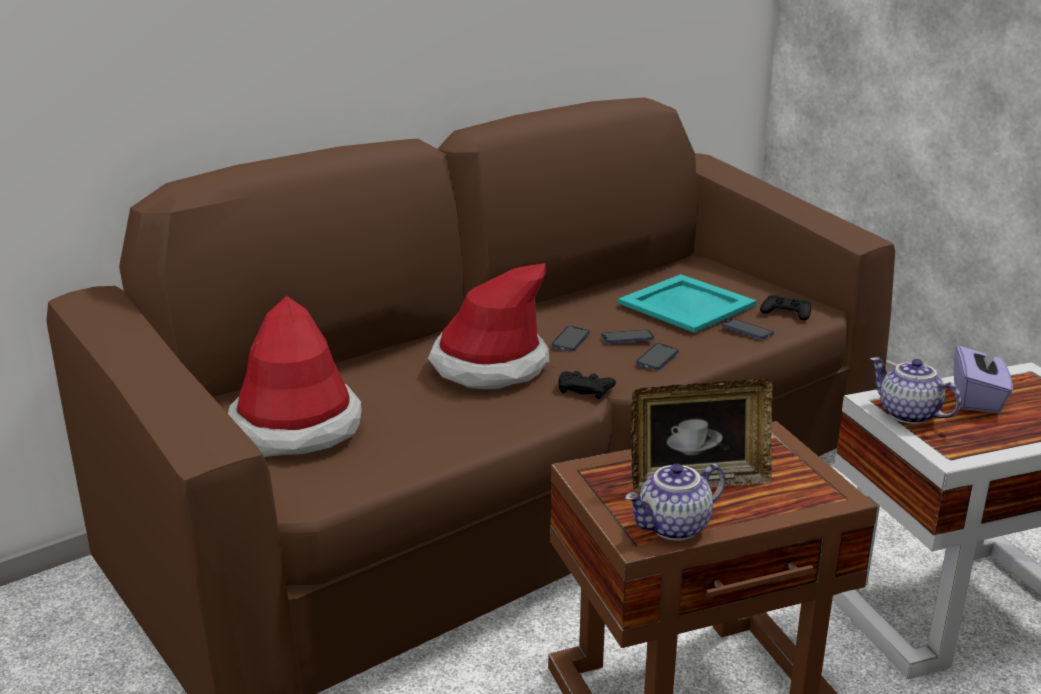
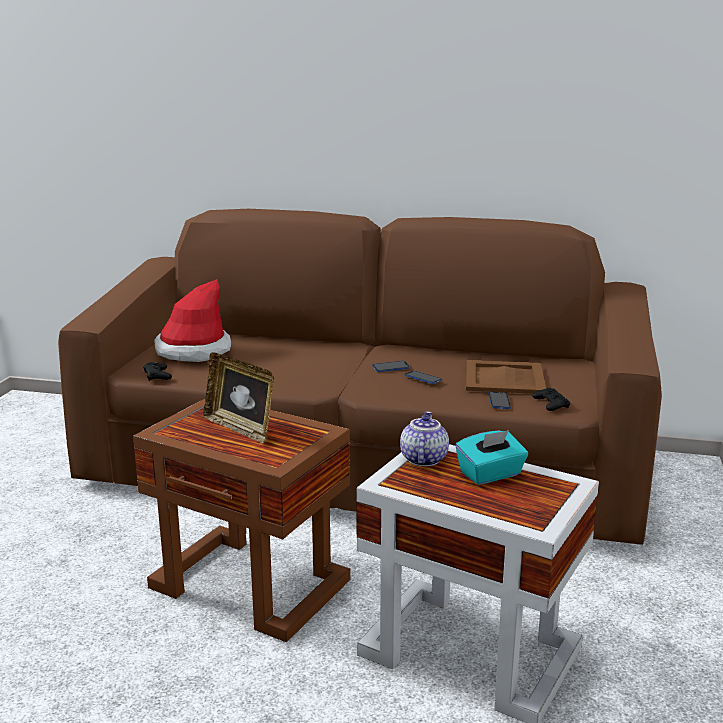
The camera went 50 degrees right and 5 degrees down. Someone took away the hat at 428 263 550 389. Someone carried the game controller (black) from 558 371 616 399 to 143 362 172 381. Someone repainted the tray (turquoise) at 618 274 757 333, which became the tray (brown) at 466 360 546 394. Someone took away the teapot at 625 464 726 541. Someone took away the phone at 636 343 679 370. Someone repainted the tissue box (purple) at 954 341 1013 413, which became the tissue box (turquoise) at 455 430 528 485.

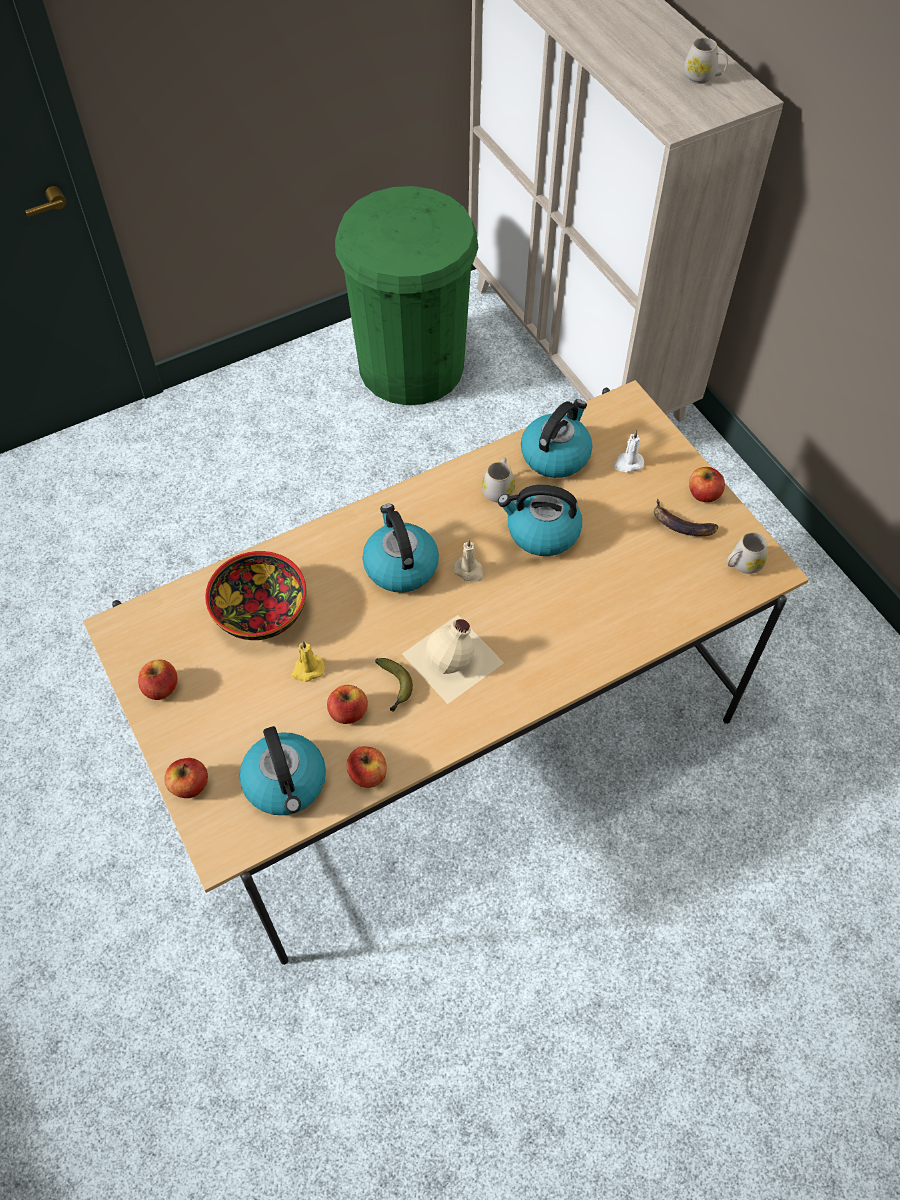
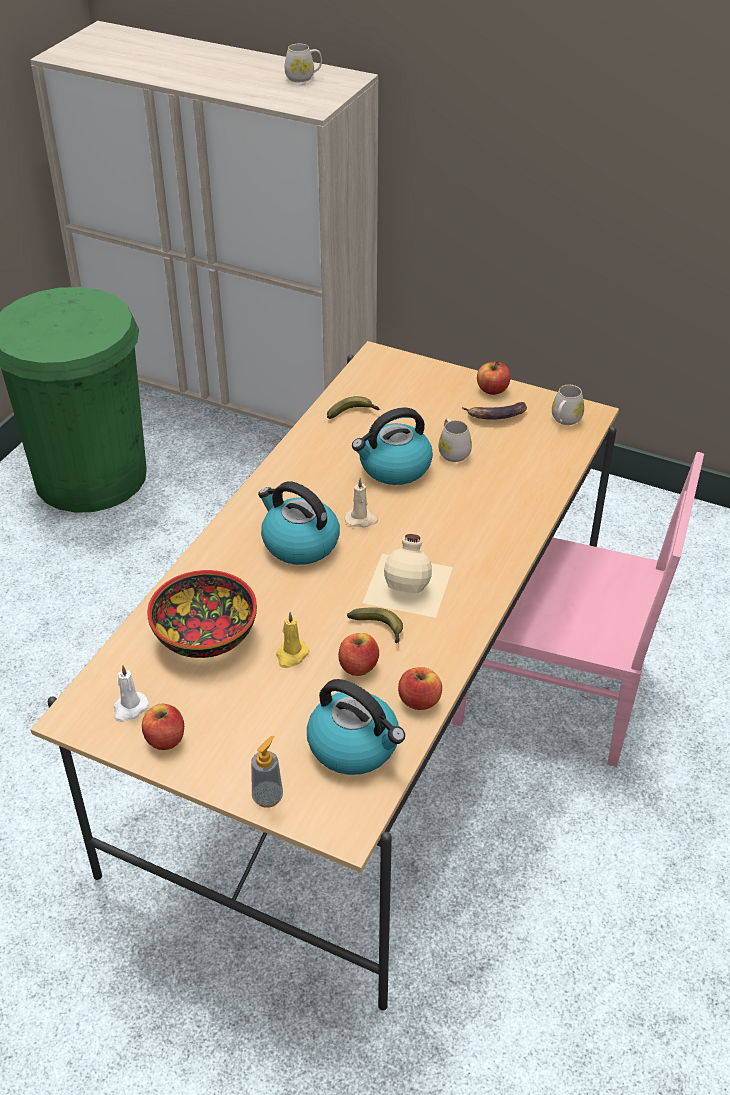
The camera went 35 degrees left and 15 degrees down. Someone swapped the apple at 164 758 208 798 for the soap dispenser at 251 735 283 808. Someone carried the mug (white) from 482 457 515 503 to 438 419 472 462. Someone swapped the kettle at 521 399 592 478 for the banana at 327 396 380 419. Someone carried the candle (white) from 614 430 644 473 to 113 665 149 722. Someone put down the chair (pink) at 452 452 704 767.

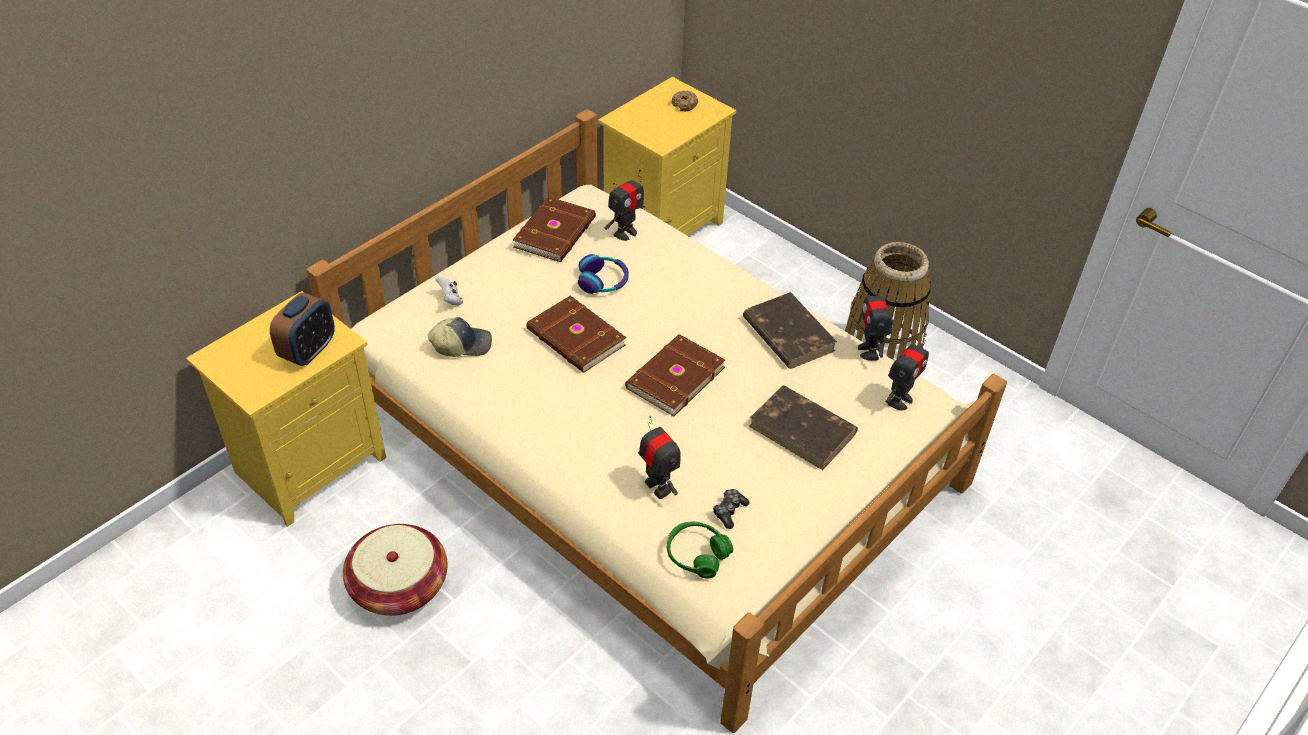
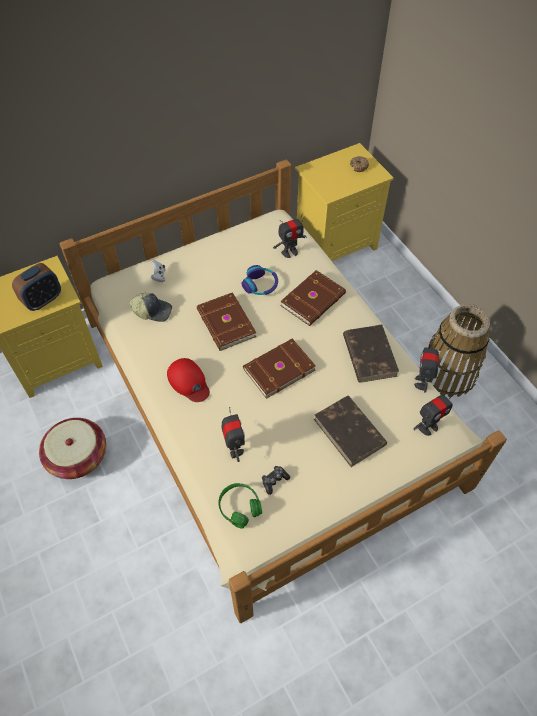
The camera went 20 degrees right and 10 degrees up. Someone carried the book (brown) from 513 197 596 262 to 281 270 346 326. Someone put down the cap (red) at 167 358 210 402.

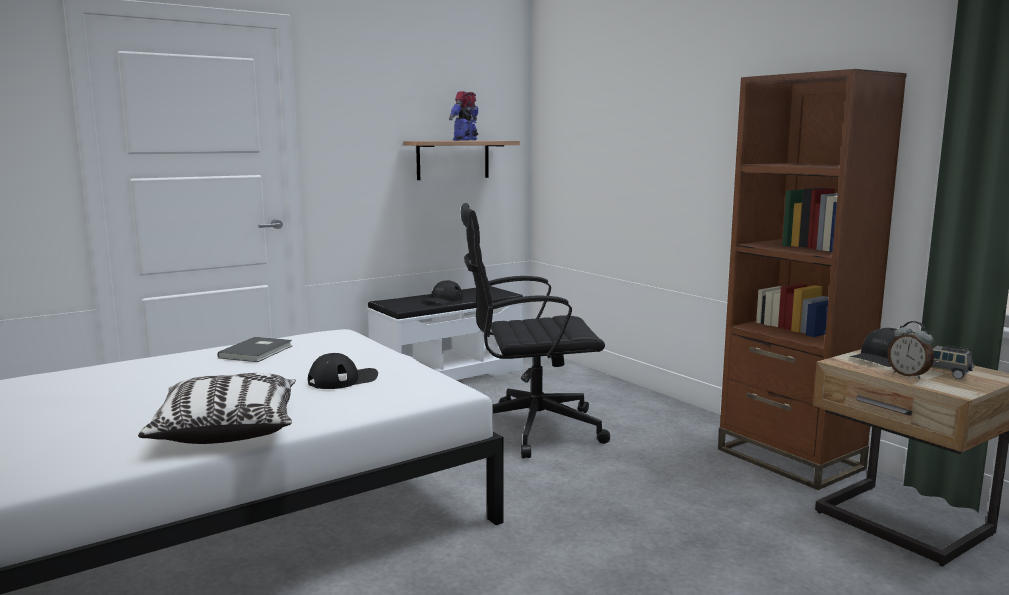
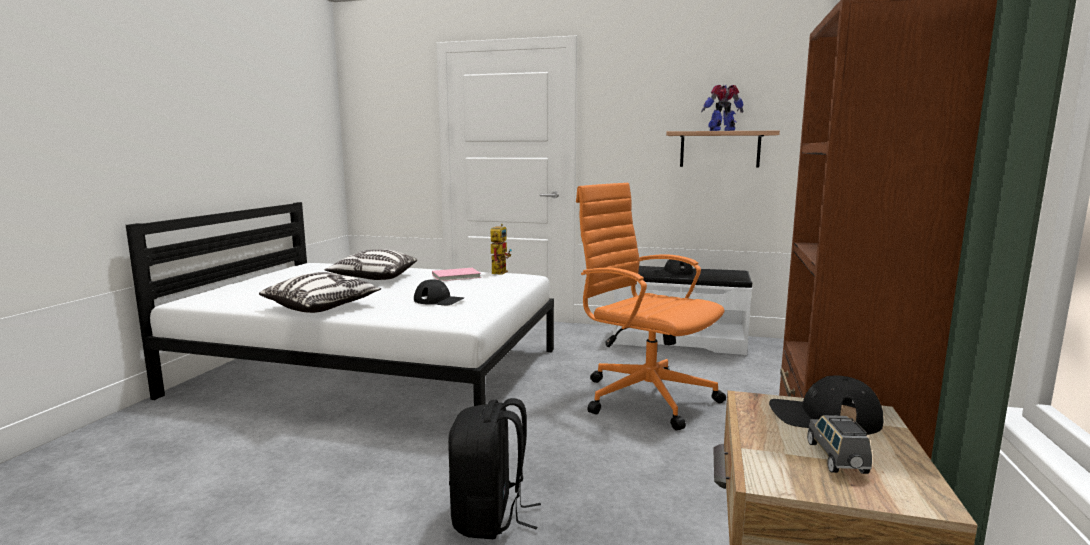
The camera went 50 degrees right and 0 degrees up. Someone repainted the book (grey) at 217 337 292 362, which became the book (pink) at 432 268 481 281. Someone repainted the office chair (black) at 461 203 610 458, which became the office chair (orange) at 576 183 726 430. Someone took away the alarm clock at 888 321 934 379. Someone put down the pillow at 325 249 417 280. Someone put down the backpack (black) at 448 398 541 539. Someone put down the toy robot at 491 224 512 275.

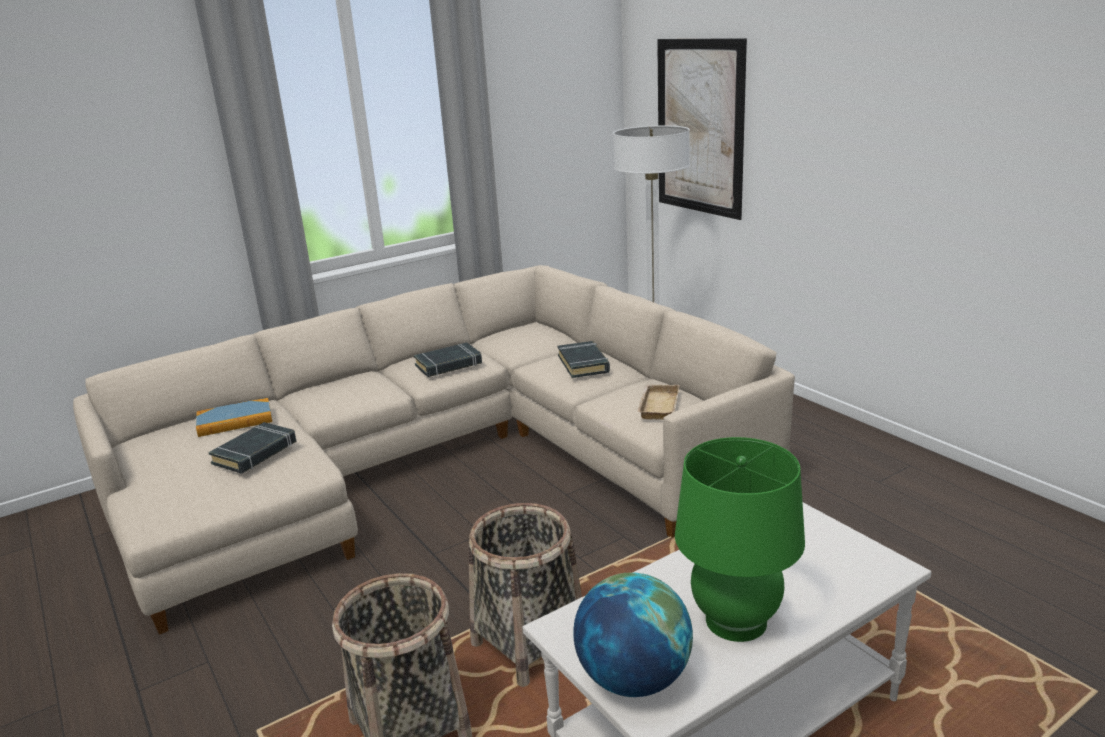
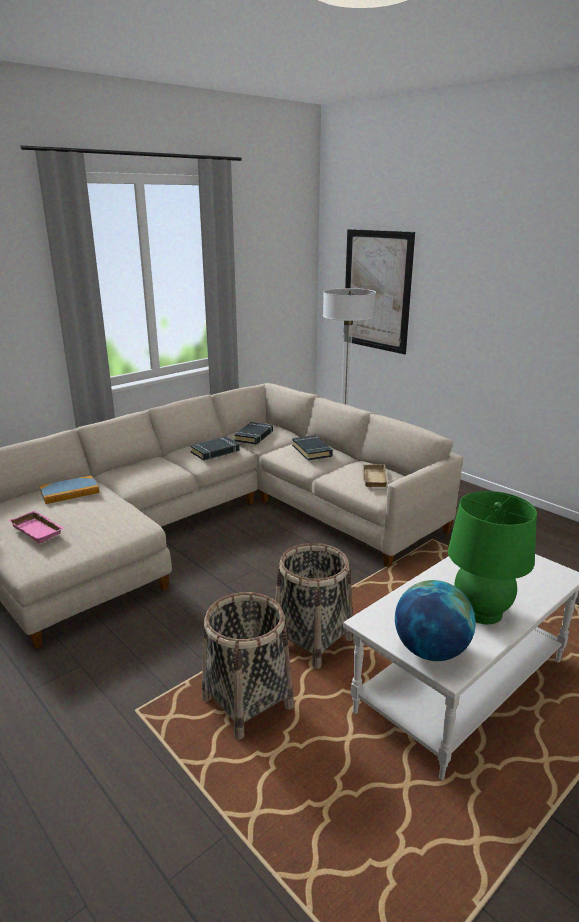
The camera went 10 degrees left and 0 degrees up. Someone carried the book (black) from 208 422 297 474 to 234 422 273 445. Someone put down the tray (pink) at 9 510 64 544.

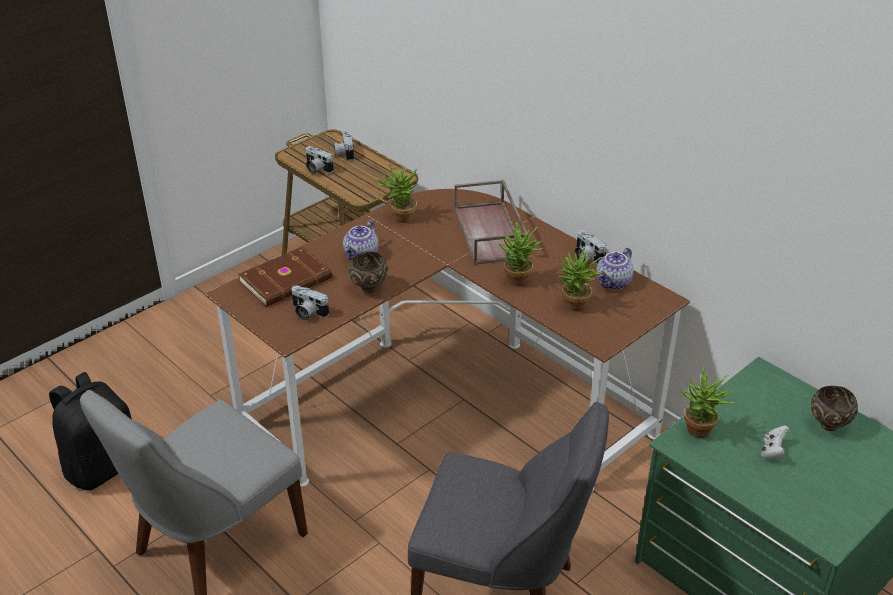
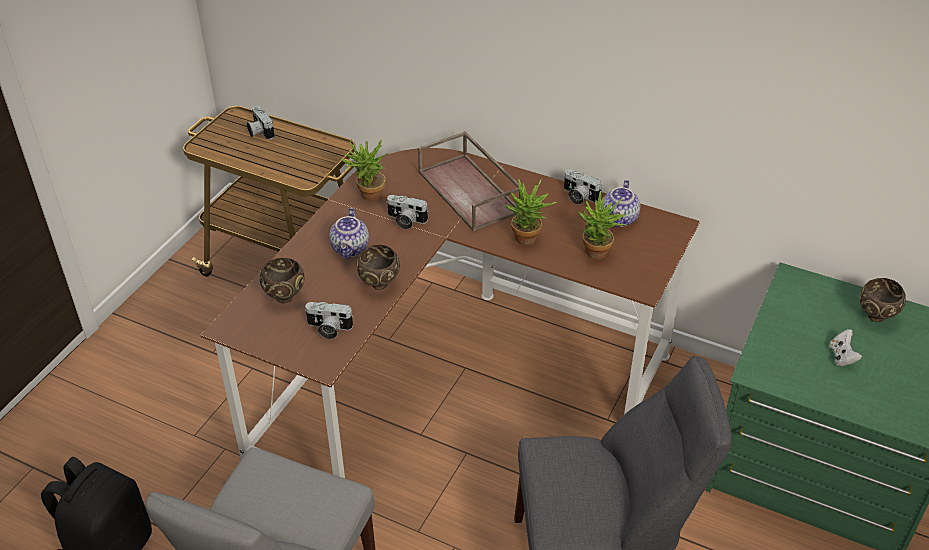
The camera went 20 degrees left and 5 degrees up. Someone swapped the book (brown) at 238 247 332 307 for the bowl (brown) at 260 258 304 303. Someone carried the photo camera from 306 146 334 174 to 386 195 429 229. Someone took away the potted plant at 680 367 736 438.

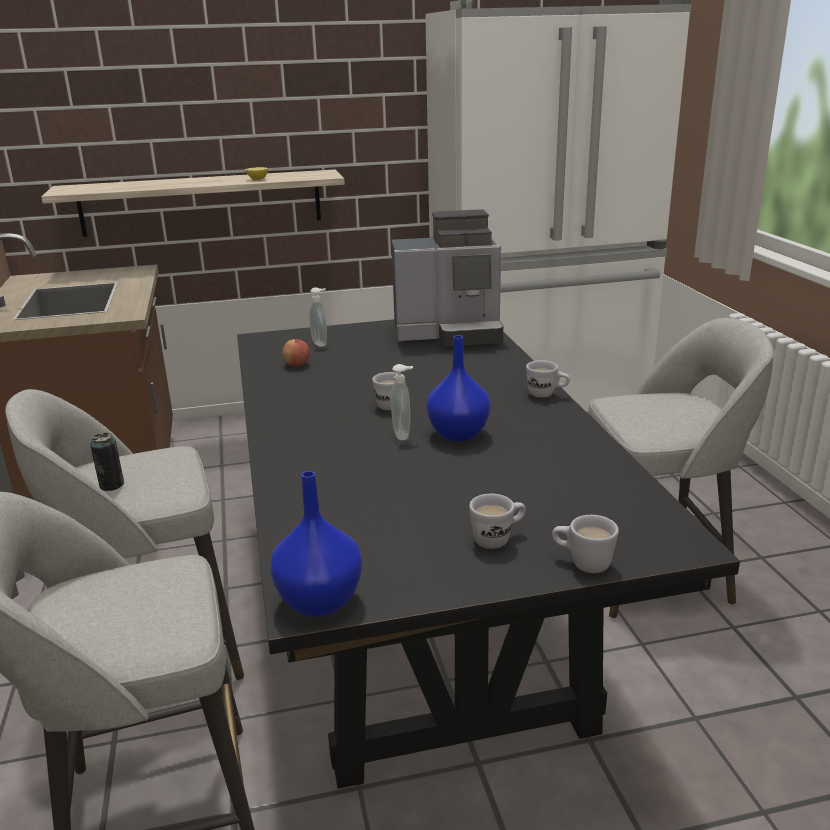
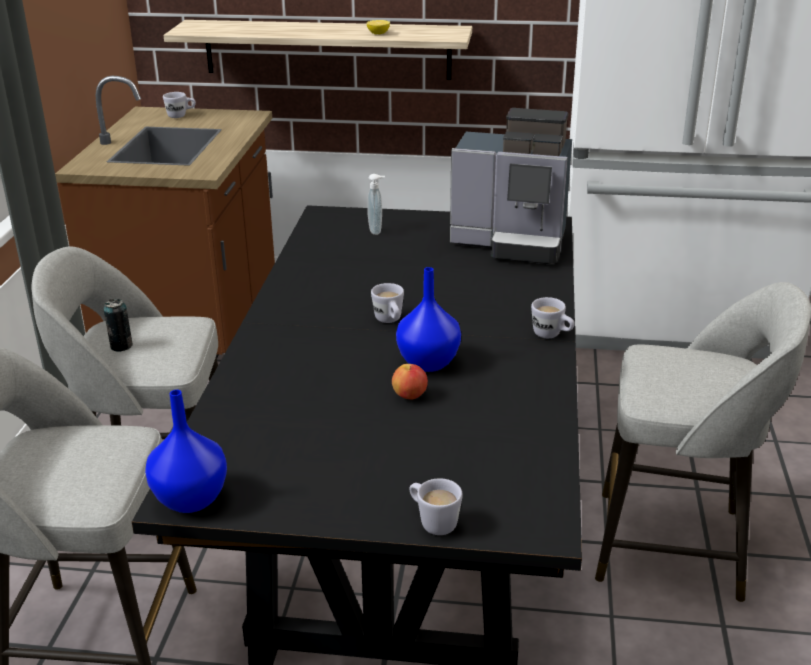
The camera went 20 degrees right and 5 degrees up. Someone carried the apple from 282 339 310 366 to 392 364 428 399. Someone took away the soap dispenser at 391 364 413 440. Someone carried the mug (white) from 469 494 526 549 to 163 92 196 118.

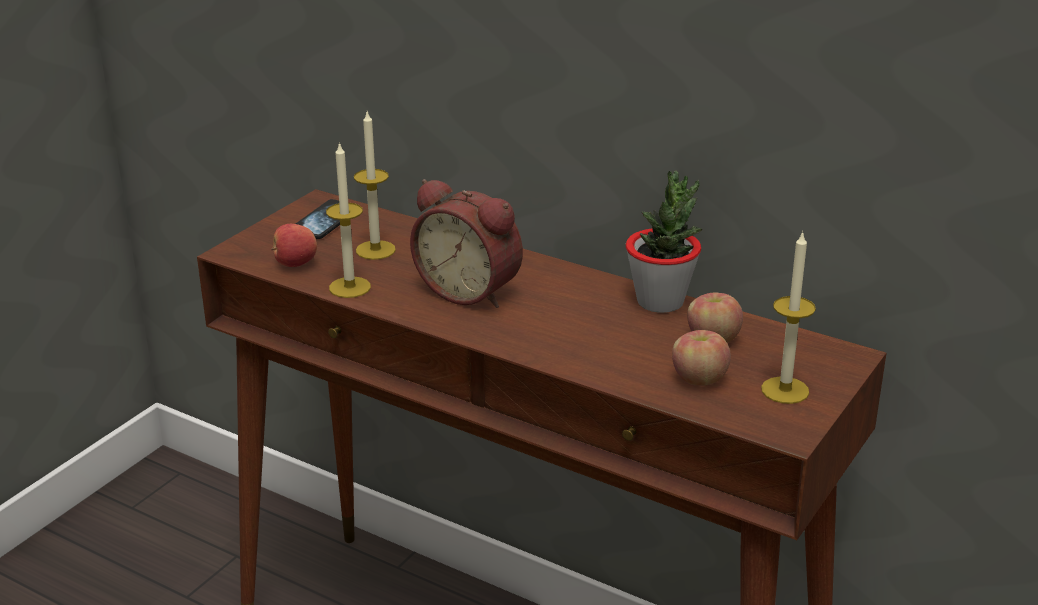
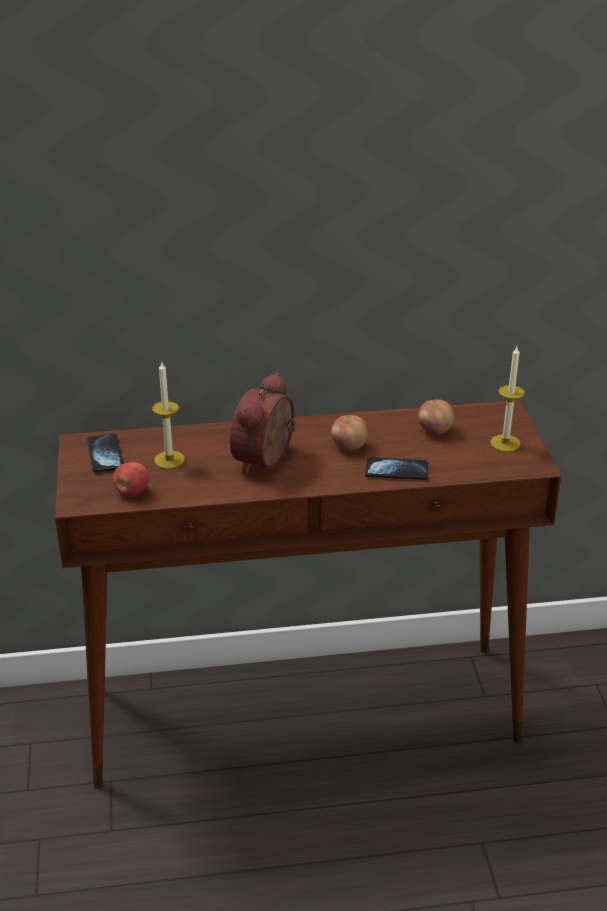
The camera went 40 degrees left and 5 degrees up. Someone took away the candle at 326 142 371 298. Someone rotated the alarm clock at 410 179 523 308 by 120 degrees clockwise. Someone took away the potted plant at 626 170 702 313. Someone carried the apple from 672 330 731 386 to 331 415 368 451. Someone put down the phone at 365 457 428 480.

